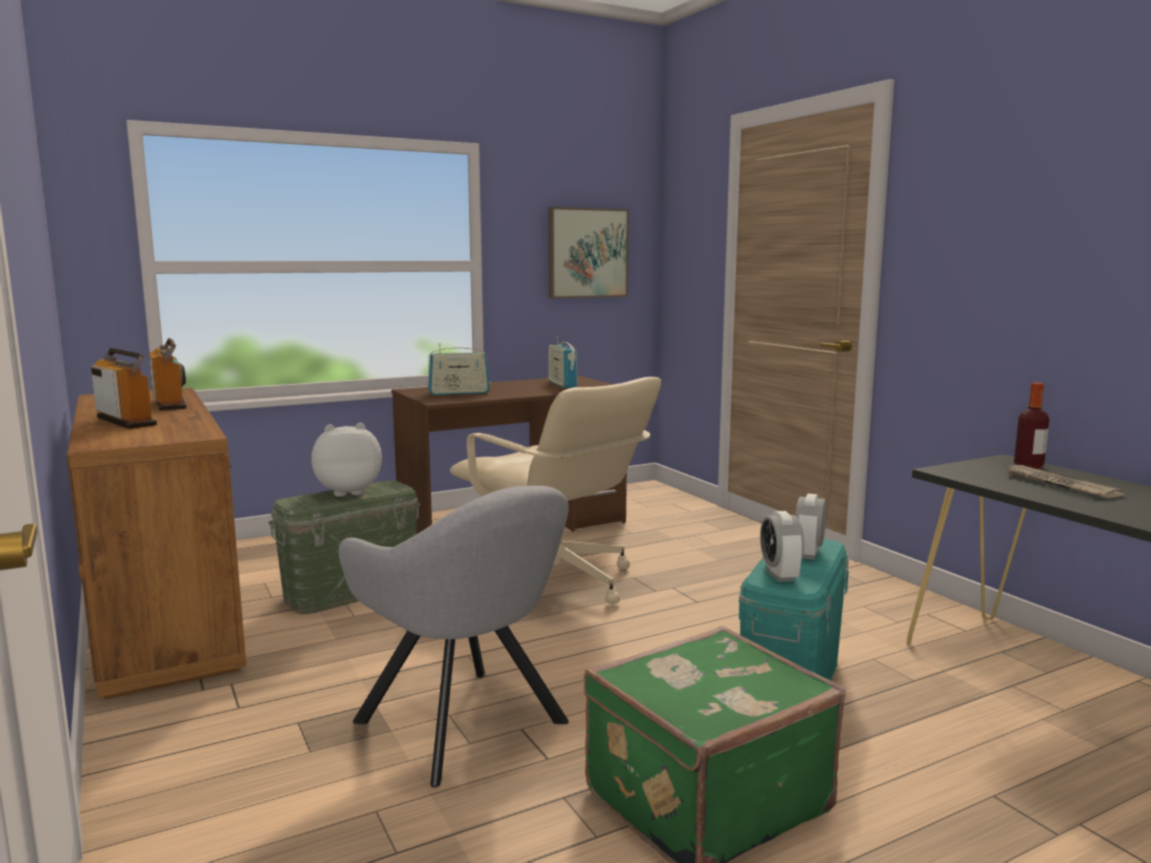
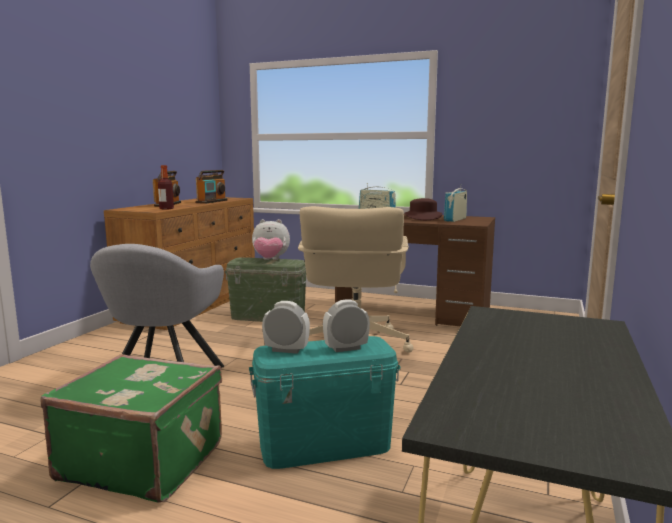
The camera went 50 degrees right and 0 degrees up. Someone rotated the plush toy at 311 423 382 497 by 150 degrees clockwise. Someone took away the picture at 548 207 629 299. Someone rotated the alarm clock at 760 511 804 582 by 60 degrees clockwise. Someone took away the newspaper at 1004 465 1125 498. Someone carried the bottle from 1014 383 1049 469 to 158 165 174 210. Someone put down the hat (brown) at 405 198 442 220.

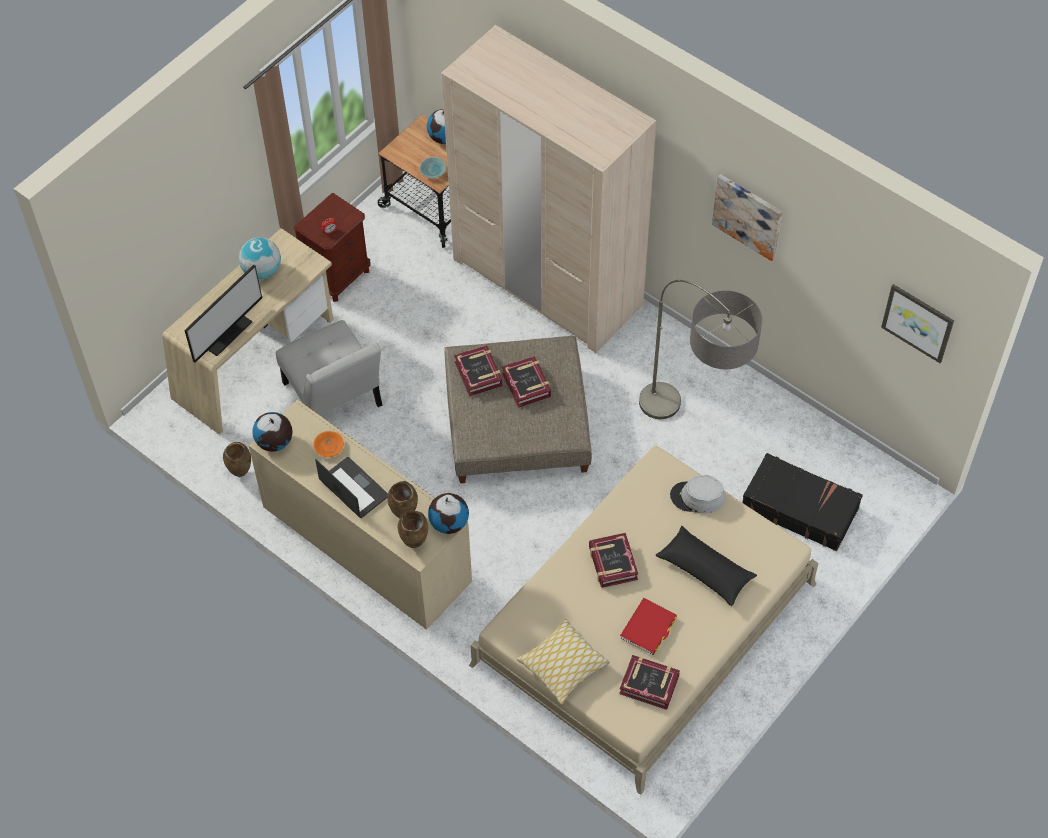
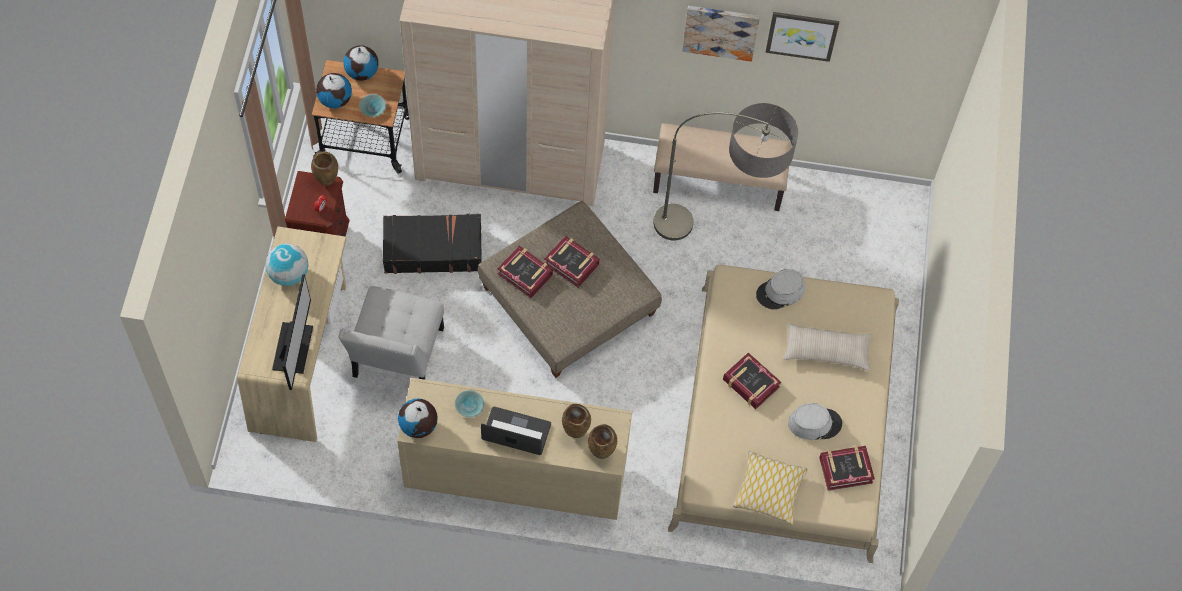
The camera went 35 degrees left and 5 degrees up. Someone carried the vase (brown) from 223 442 251 477 to 311 151 338 185. Someone rotated the chair (white) at 276 320 382 415 by 75 degrees clockwise. Someone repainted the bowl (orange) at 313 431 344 457, which became the bowl (turquoise) at 455 390 485 418. Someone carried the globe from 428 493 469 534 to 316 73 352 108. Someone swapped the book (red) at 620 598 677 655 for the hat (grey) at 788 403 842 440. Someone repainted the pillow (black) at 656 526 757 606, which became the pillow (beige) at 783 323 872 371. Someone carried the suitcase (black) from 742 453 863 551 to 383 214 482 274. Someone carried the picture from 881 284 954 363 to 765 12 839 62. Someone put down the bench (beige) at 653 123 792 211.

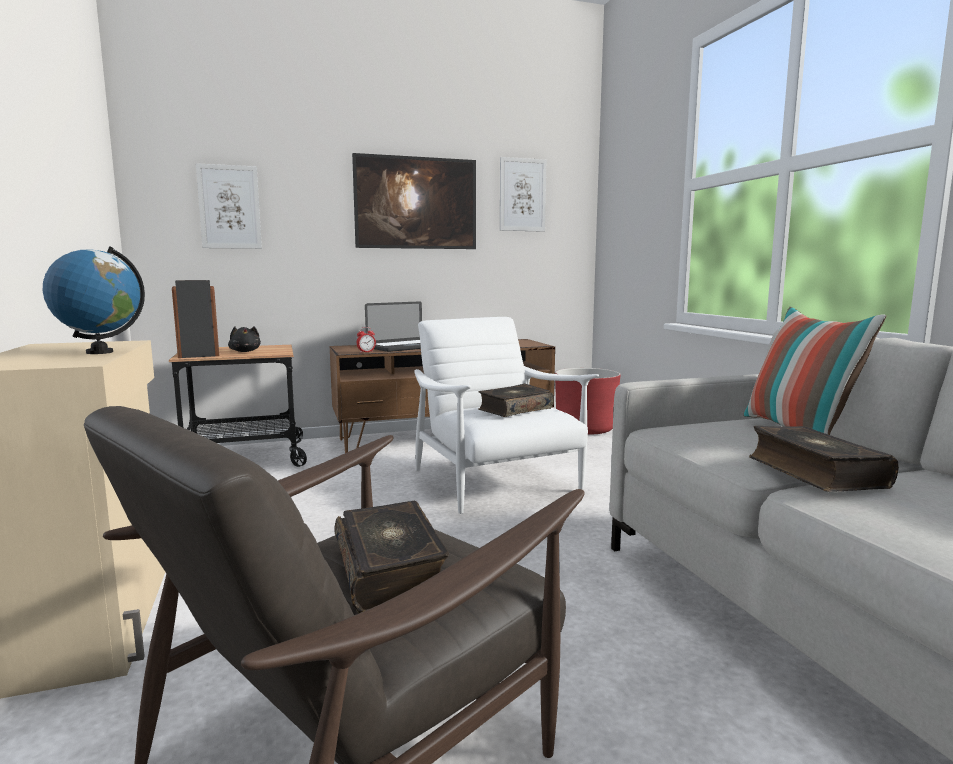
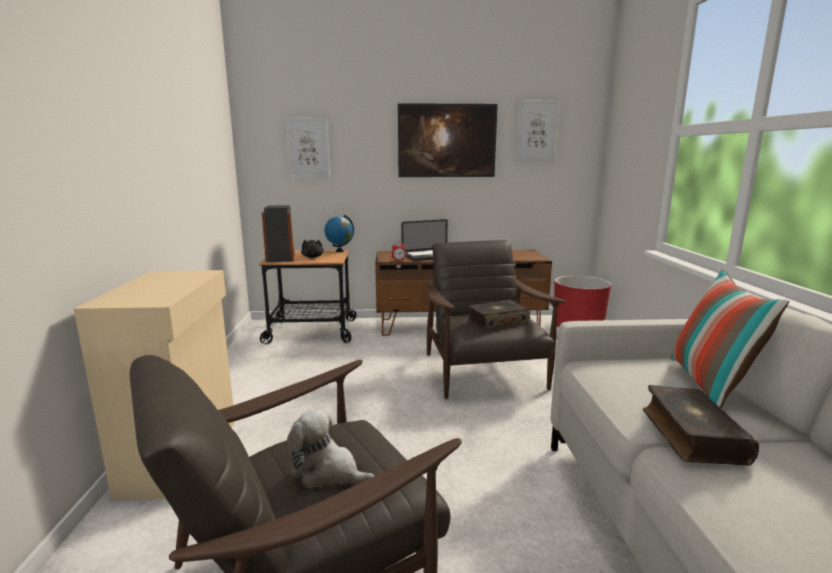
The camera went 15 degrees right and 5 degrees up. Someone carried the globe from 43 246 145 354 to 324 215 354 252. Someone swapped the book at 334 501 449 613 for the plush toy at 287 409 374 488. Someone repainted the armchair (white) at 414 317 599 514, which became the armchair (brown) at 427 240 566 399.

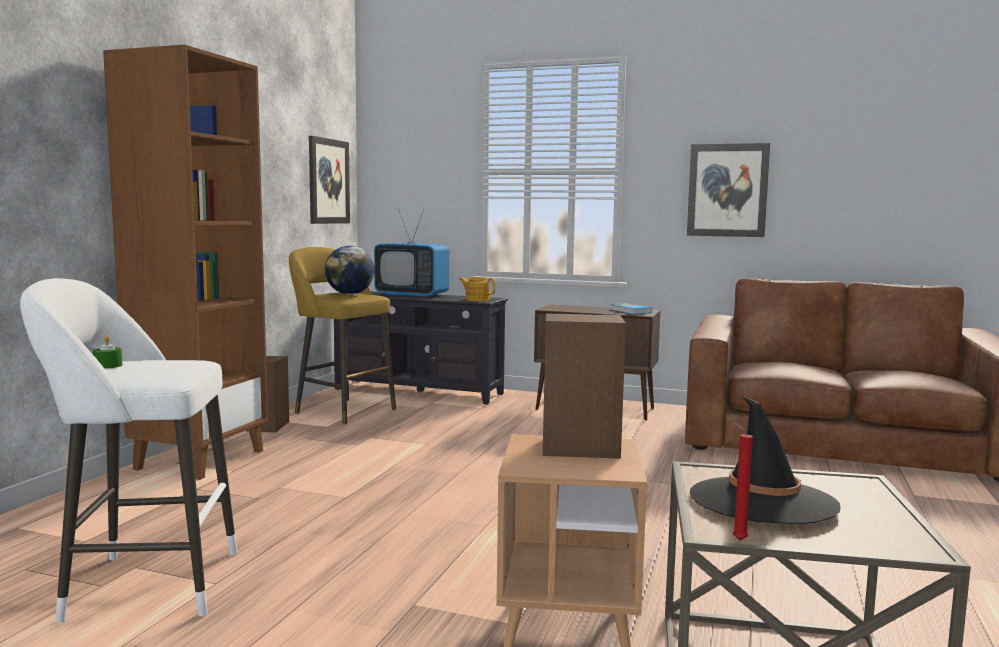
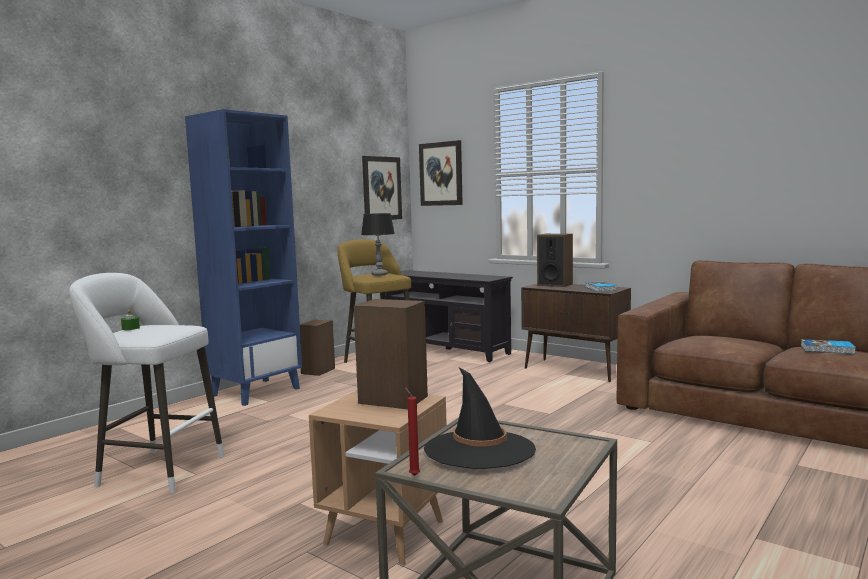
The camera went 20 degrees right and 0 degrees up. Someone repainted the bookcase (brown) at 103 45 268 480, which became the bookcase (blue) at 185 109 302 406. Someone swapped the globe at 325 246 375 295 for the table lamp at 361 213 395 276. Someone took away the television at 374 209 449 297. Someone took away the teapot at 459 277 496 301. Someone carried the picture from 687 143 770 237 to 419 140 463 206. Someone put down the speaker at 537 234 573 287. Someone put down the book at 801 339 856 354.

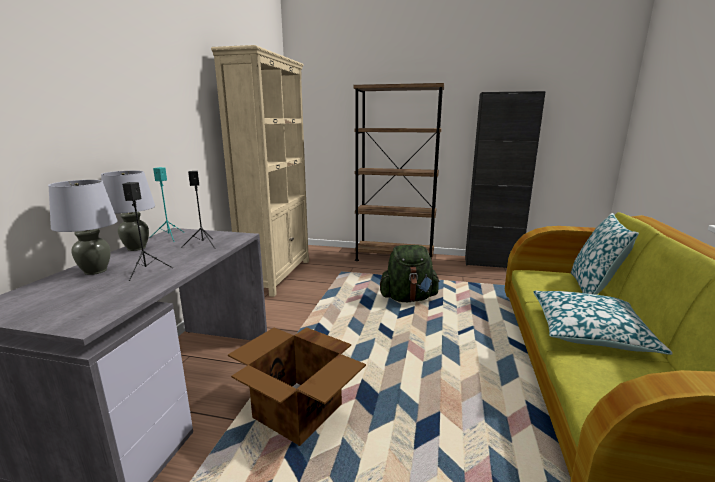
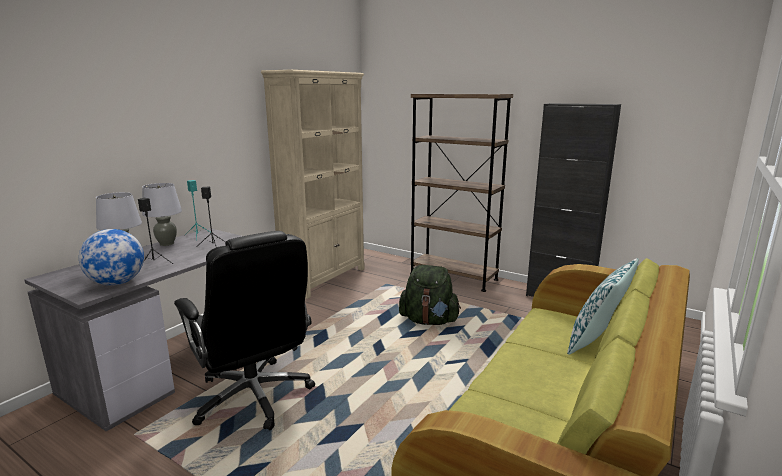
The camera went 20 degrees right and 0 degrees up. Someone swapped the cardboard box at 228 327 366 446 for the office chair (black) at 174 231 315 430. Someone took away the pillow at 533 291 673 355. Someone put down the globe at 79 229 144 286.

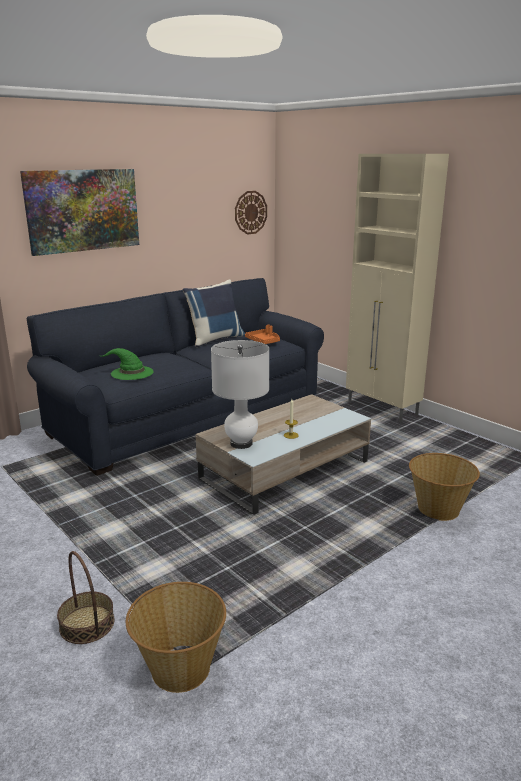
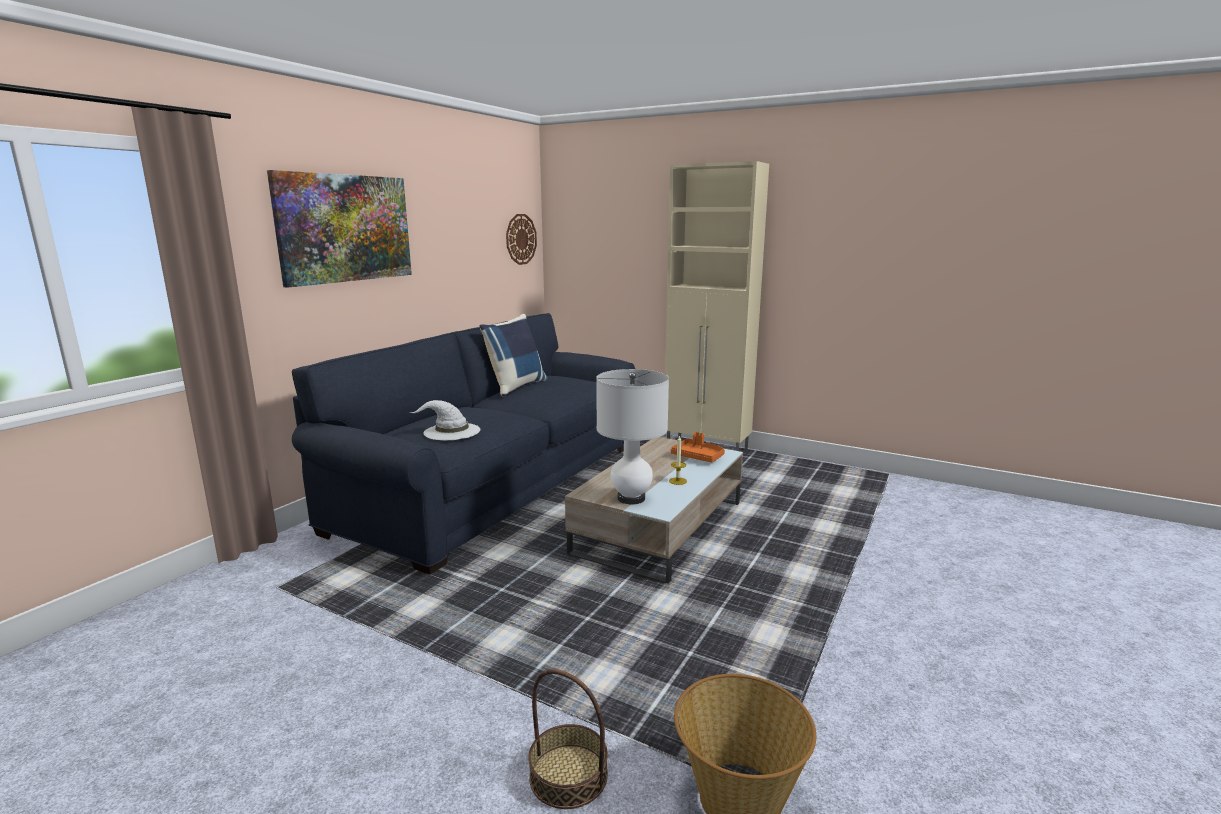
The camera went 20 degrees left and 5 degrees down. Someone repainted the hat (green) at 101 348 154 380, which became the hat (white) at 409 400 480 441. Someone carried the tray (orange) from 245 325 280 344 to 671 432 725 462. Someone took away the basket at 409 453 480 521.

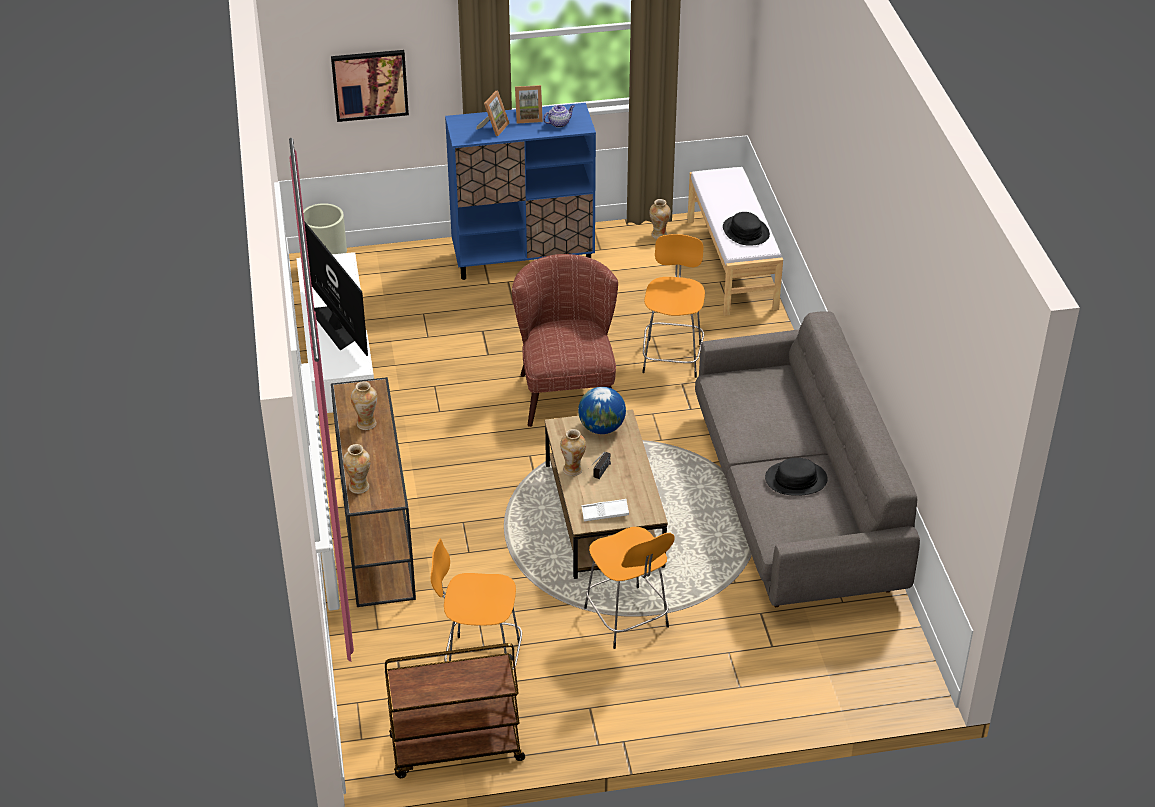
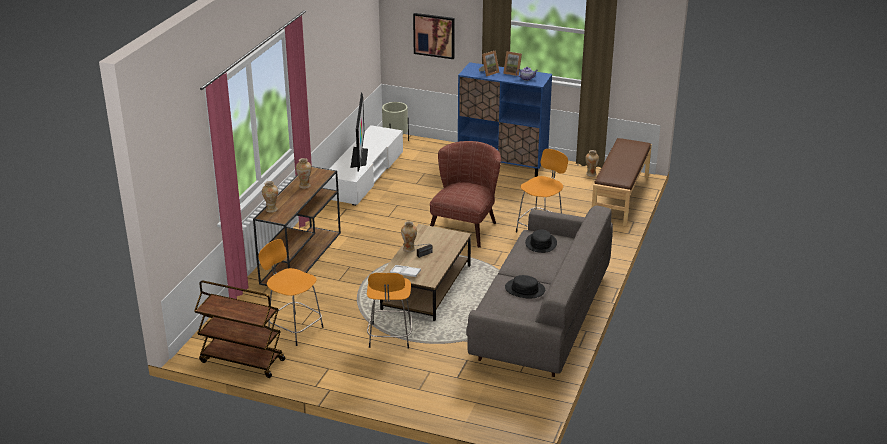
The camera went 30 degrees right and 10 degrees down. Someone took away the globe at 578 387 626 434. Someone repainted the bench (white) at 687 167 783 316, which became the bench (brown) at 592 138 652 227. Someone carried the hat (black) from 723 212 770 246 to 525 229 557 253.

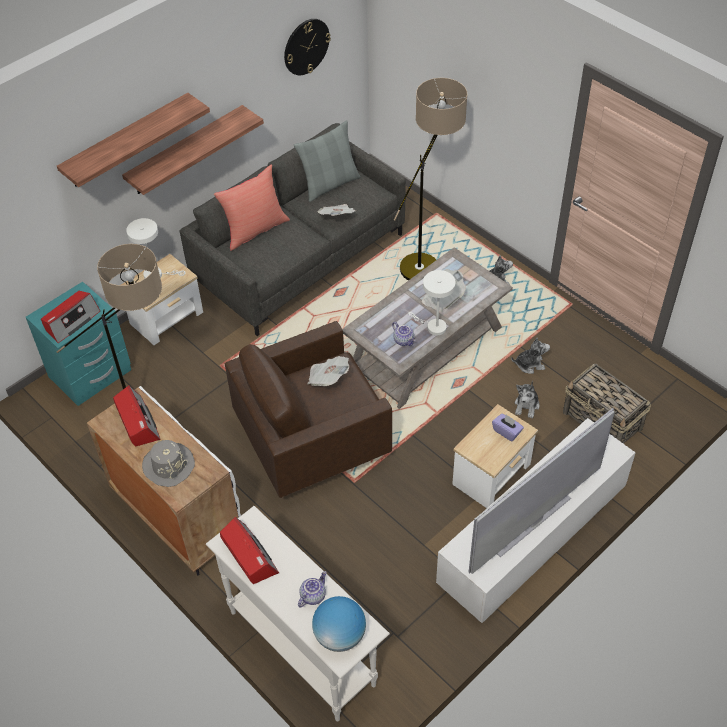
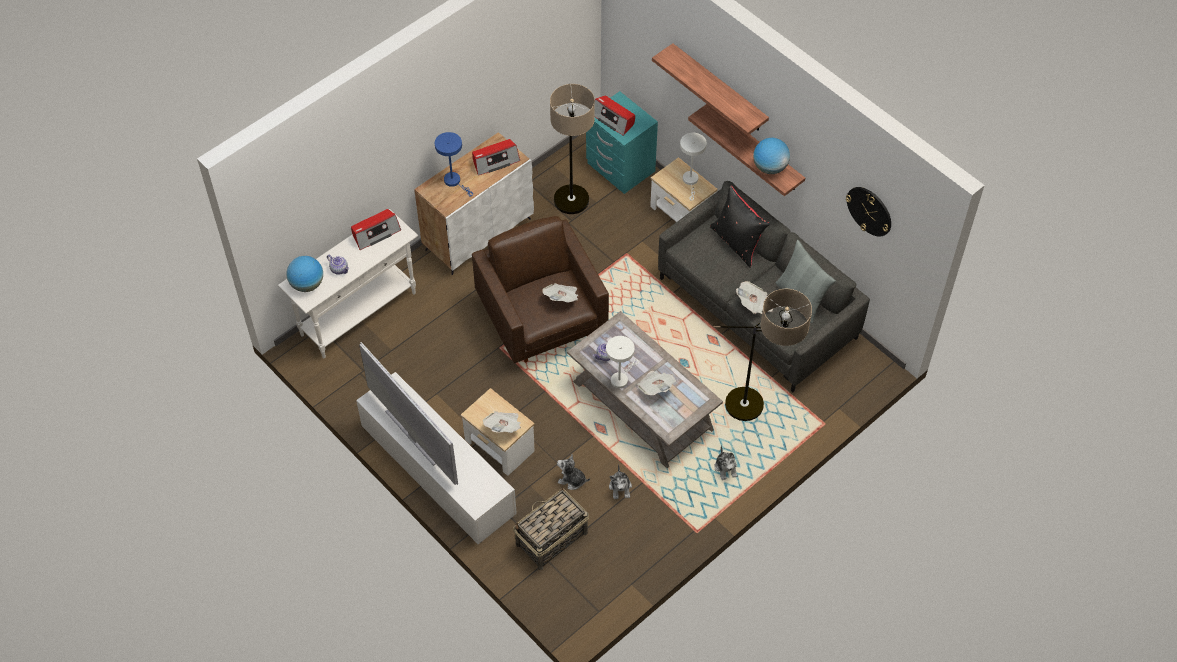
The camera went 90 degrees right and 5 degrees up. Someone swapped the hat (grey) at 142 440 195 487 for the table lamp (blue) at 435 132 473 196. Someone repainted the pillow (red) at 214 165 290 251, which became the pillow (black) at 710 185 770 268. Someone swapped the tissue box (purple) at 492 414 524 441 for the newspaper at 483 411 521 433. Someone put down the globe at 753 138 790 174.

